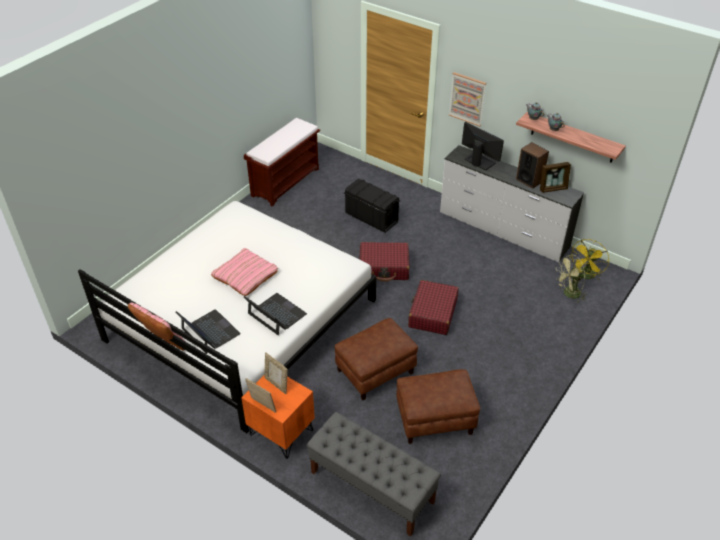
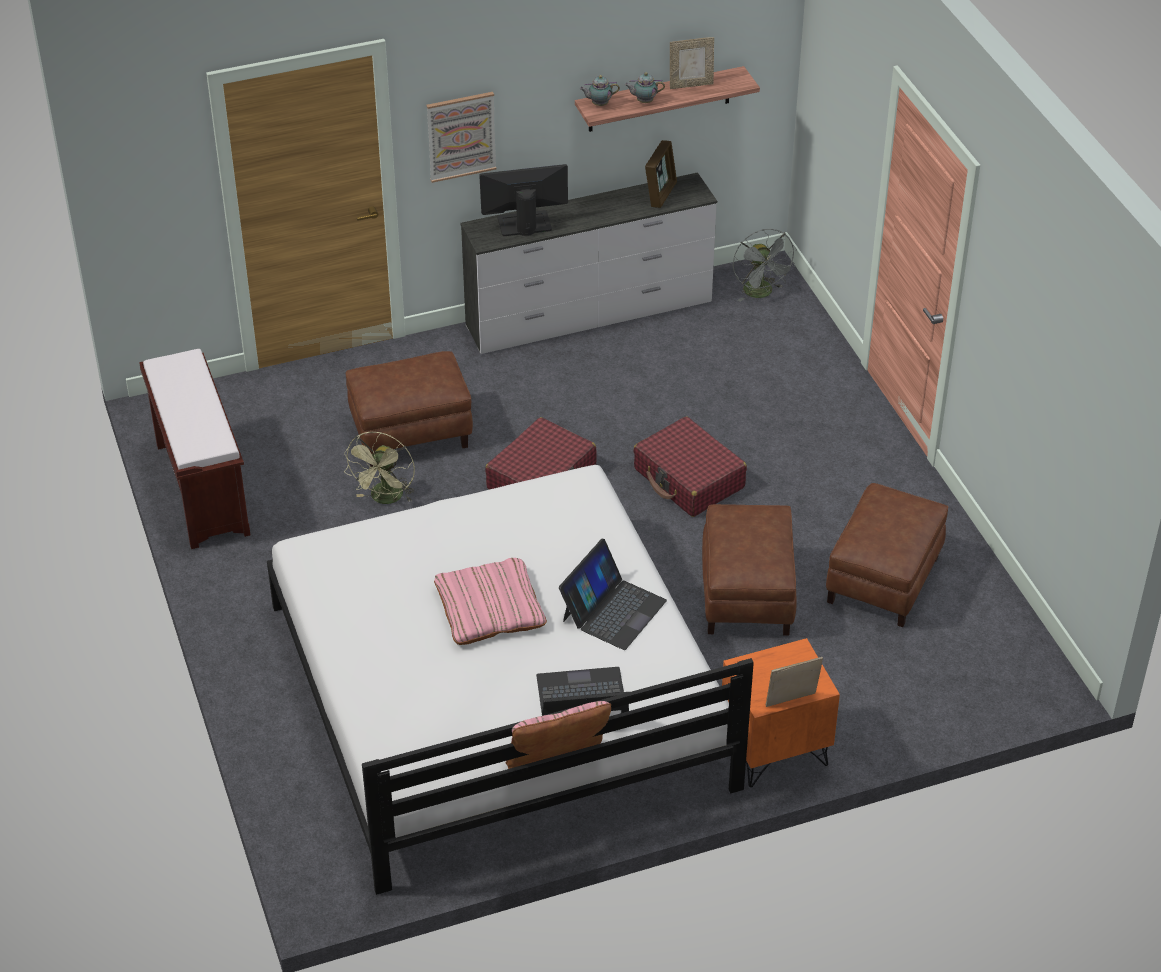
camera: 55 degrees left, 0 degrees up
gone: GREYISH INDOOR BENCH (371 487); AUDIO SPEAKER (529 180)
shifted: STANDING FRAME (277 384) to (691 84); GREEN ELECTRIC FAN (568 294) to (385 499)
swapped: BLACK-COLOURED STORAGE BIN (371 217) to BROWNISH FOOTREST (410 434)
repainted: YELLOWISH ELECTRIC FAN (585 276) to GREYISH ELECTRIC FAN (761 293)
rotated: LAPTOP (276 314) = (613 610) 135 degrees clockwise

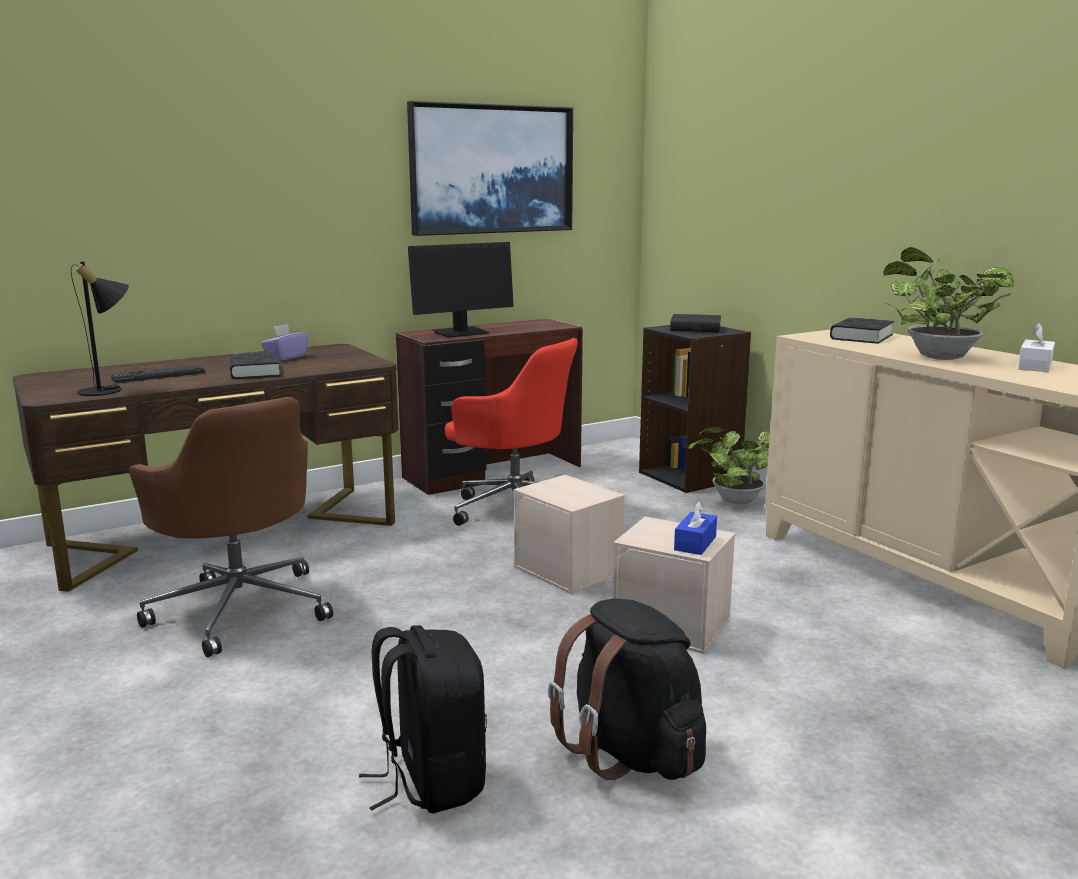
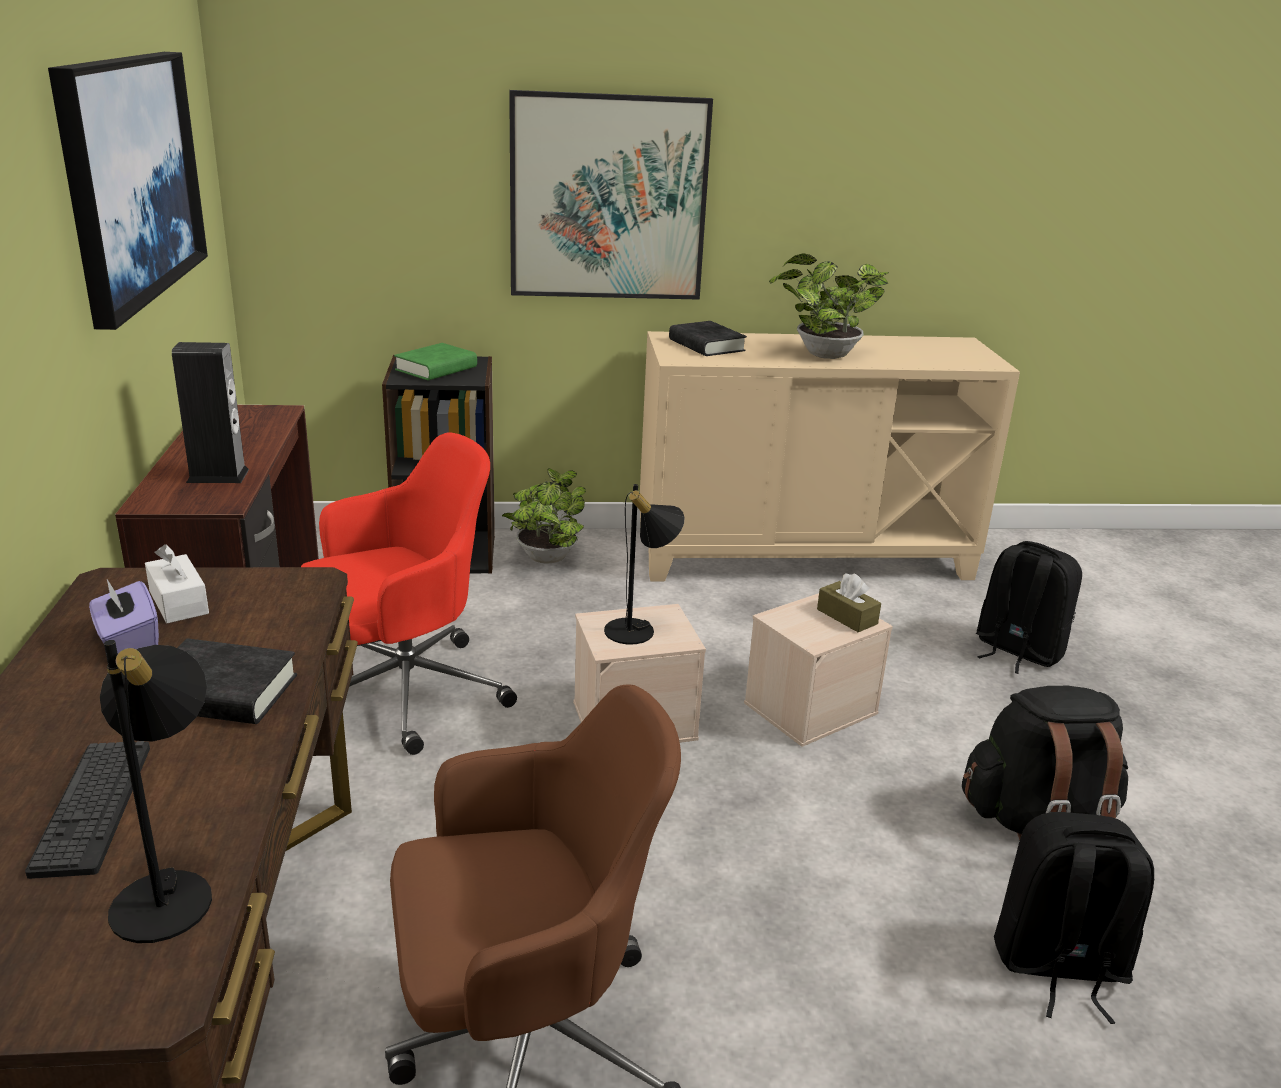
camera: 65 degrees left, 10 degrees up
new: WALL ART (608 198); BLACK-COLOURED TABLE LAMP (639 630); BLACK-COLOURED KNAPSACK (1016 650)
shifted: WHITE-COLOURED TISSUE HOLDER (1035 366) to (178 602)
swapped: COMPUTER DISPLAY (461 333) to AUDIO SPEAKER (218 476)
repainted: BLACK-COLOURED VOLUME (695 329) to GREEN VOLUME (436 369); BLUISH TISSUE HOLDER (695 543) to BROWNISH TISSUE HOLDER (847 616)

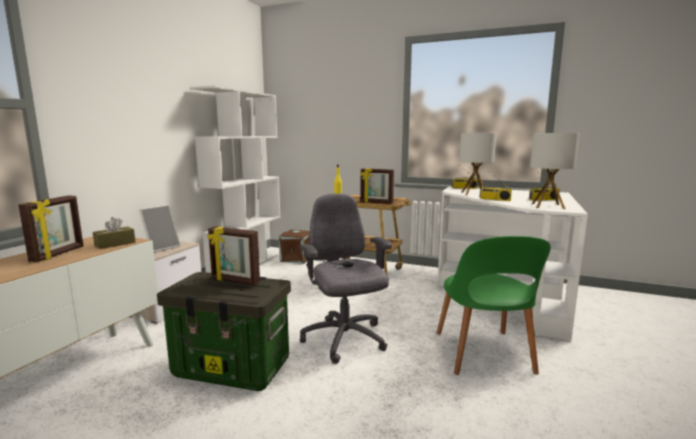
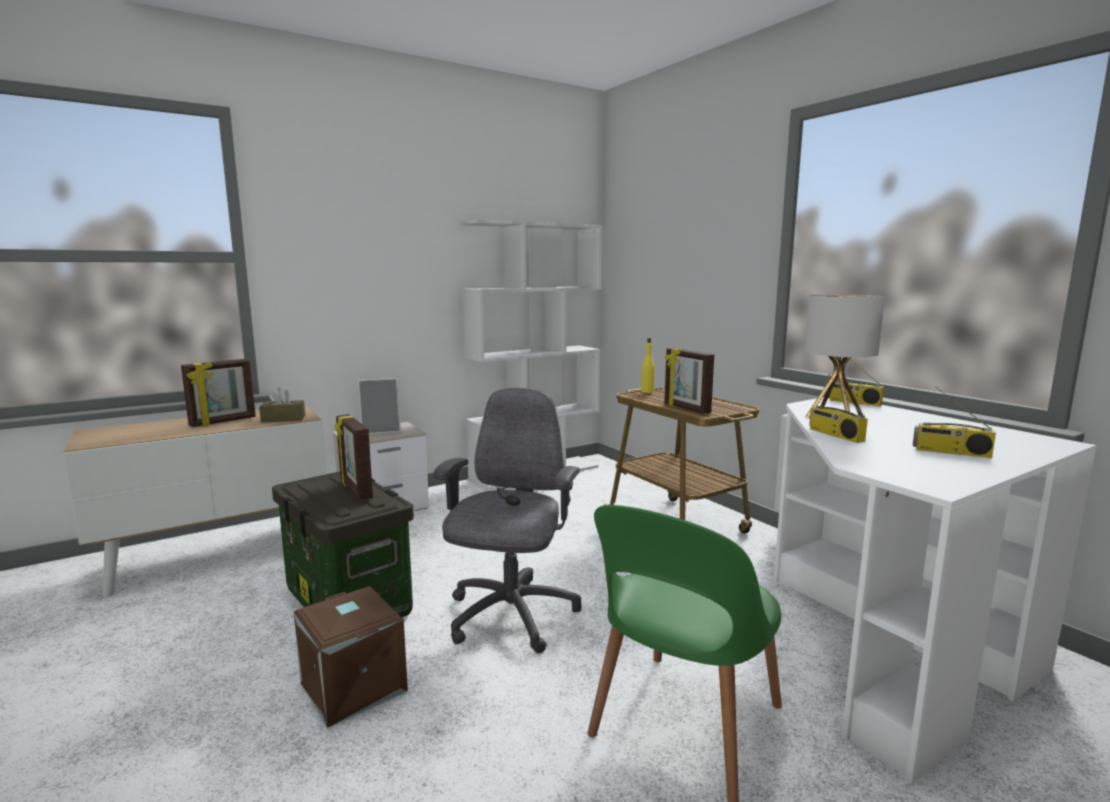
camera: 35 degrees right, 0 degrees up
gone: TABLE LAMP (547 206)
shifted: BROWNISH STORAGE BIN (296 259) to (351 687)

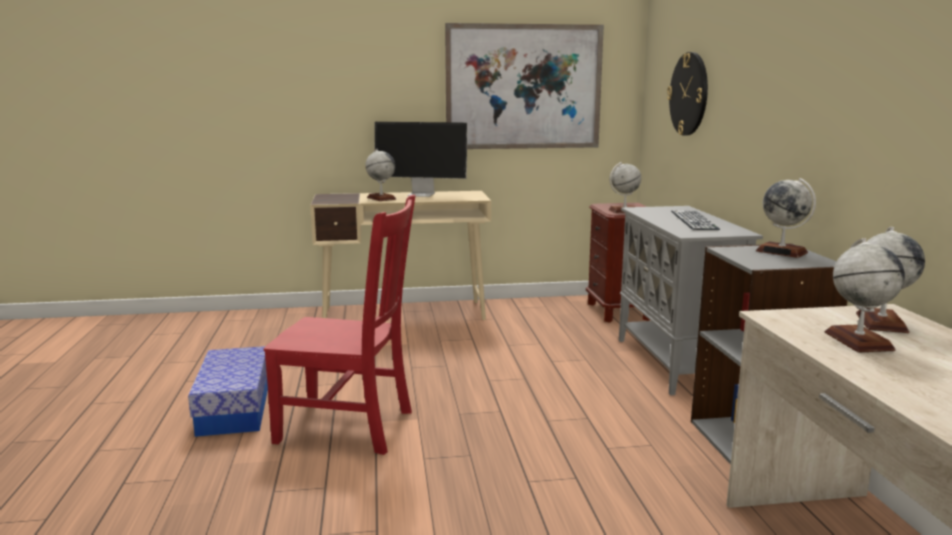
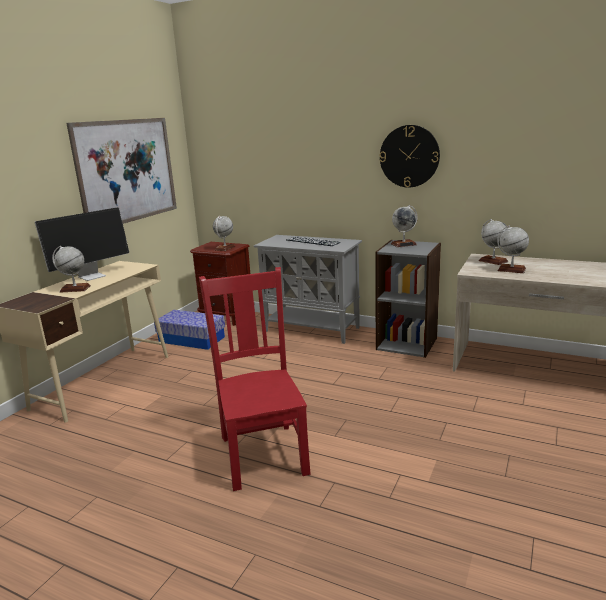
camera: 55 degrees left, 5 degrees up
shifted: STORAGE BIN (234 408) to (192 339); HANGING CLOCK (689 94) to (409 156)
rotated: REDDISH UPRIGHT CHAIR (350 427) = (263 452) 60 degrees counterclockwise

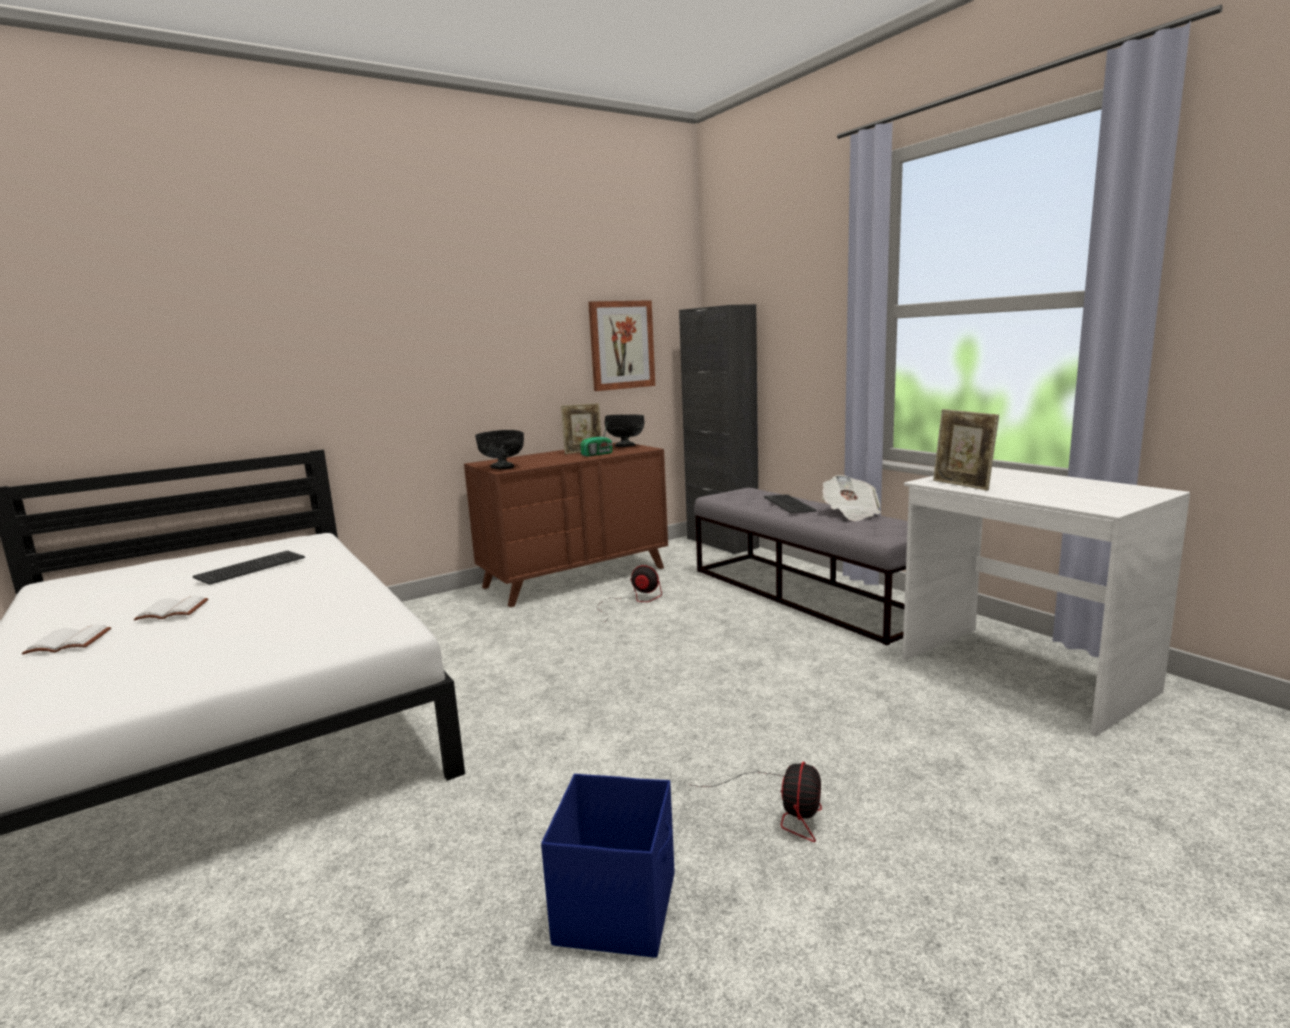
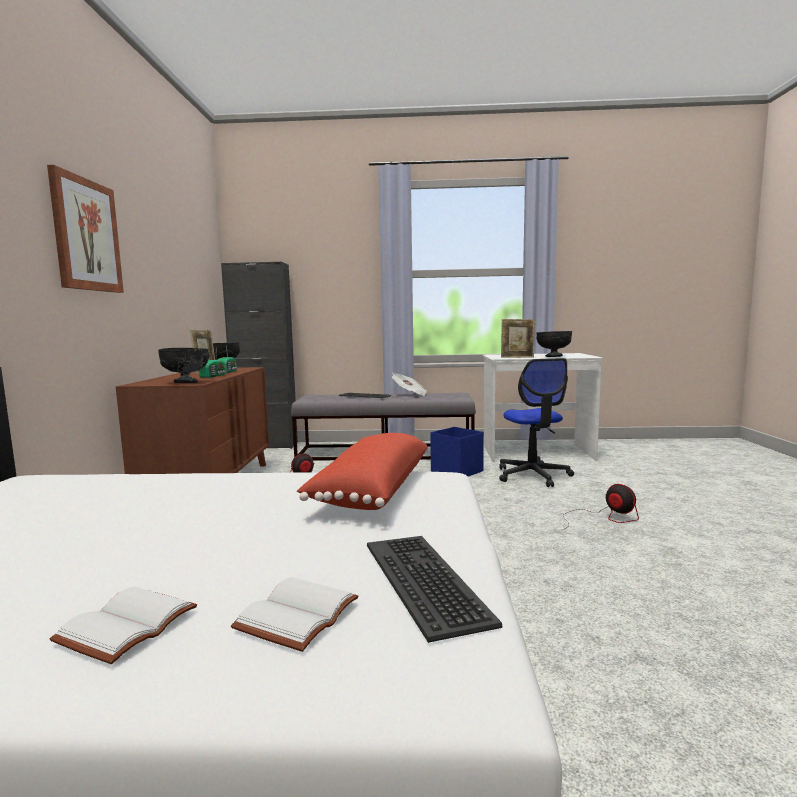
camera: 55 degrees left, 5 degrees down
new: RADIO RECEIVER (214 376); REDDISH PILLOW (370 490); DESK CHAIR (533 475); BLACK-COLOURED BOWL (553 356)
shifted: WHITE-COLOURED VOLUME (171 612) to (299 616); COMPUTER KEYBOARD (251 568) to (426 581); BLUISH STORAGE BIN (617 907) to (456 471); WALL ART (621 345) to (86 235)

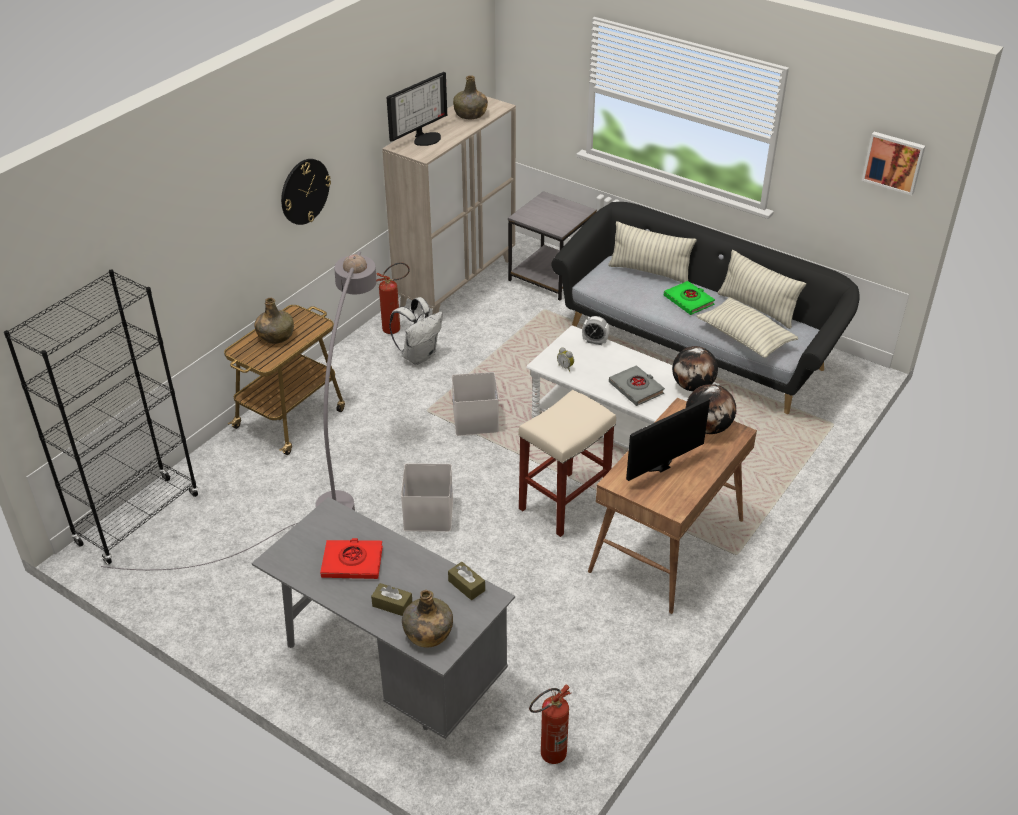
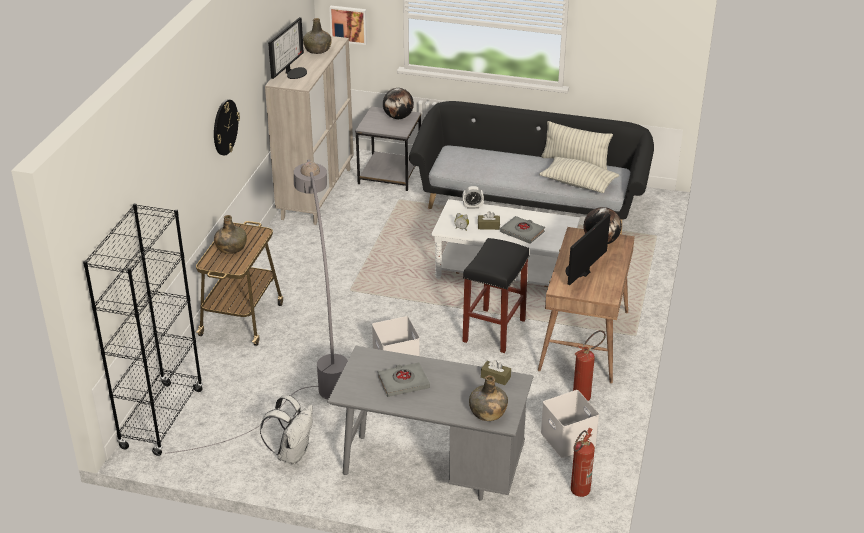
camera: 20 degrees left, 5 degrees down
gone: PILLOW (649 272); GREEN VOLUME (689 301)
shifted: BROWNISH TISSUE HOLDER (392 604) to (488 226); FIRE EXTINGUISHER (396 329) to (585 395); WHITE-COLOURED KNAPSACK (419 355) to (292 453); WHITE-COLOURED STORAGE BIN (474 419) to (566 438); GLOBE (693 387) to (398 117); WALL ART (894 162) to (349 24)
repainted: REDDISH VOLUME (352 562) to GREYISH VOLUME (403 382); SAND-COLOURED SITTING STOOL (564 502) to BLACK-COLOURED SITTING STOOL (494 330)

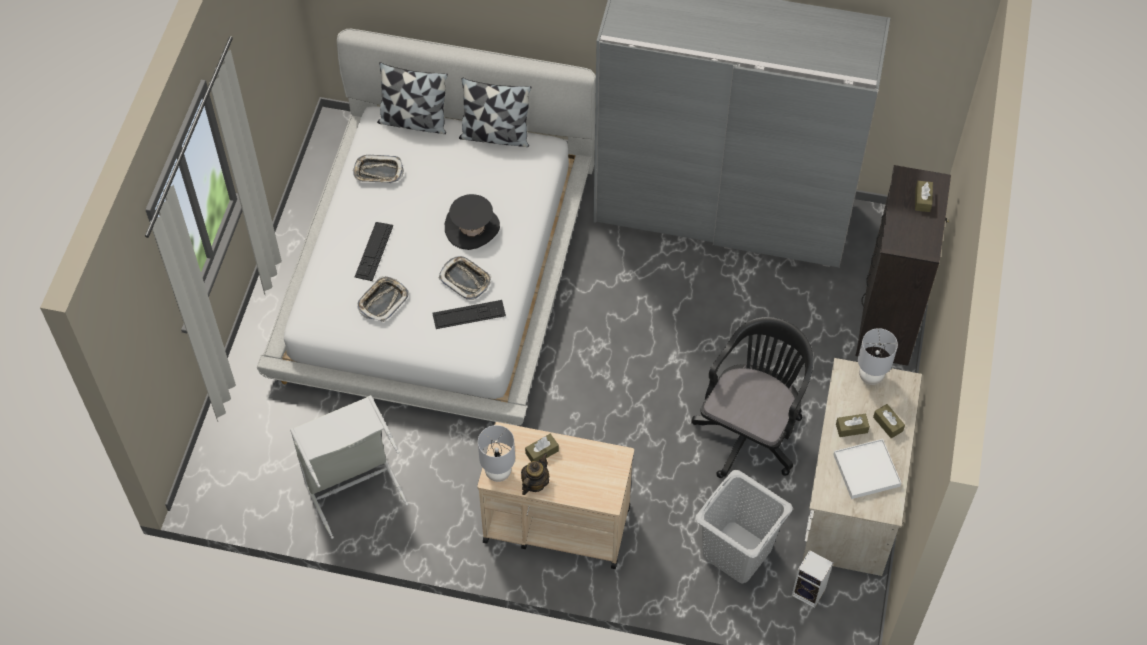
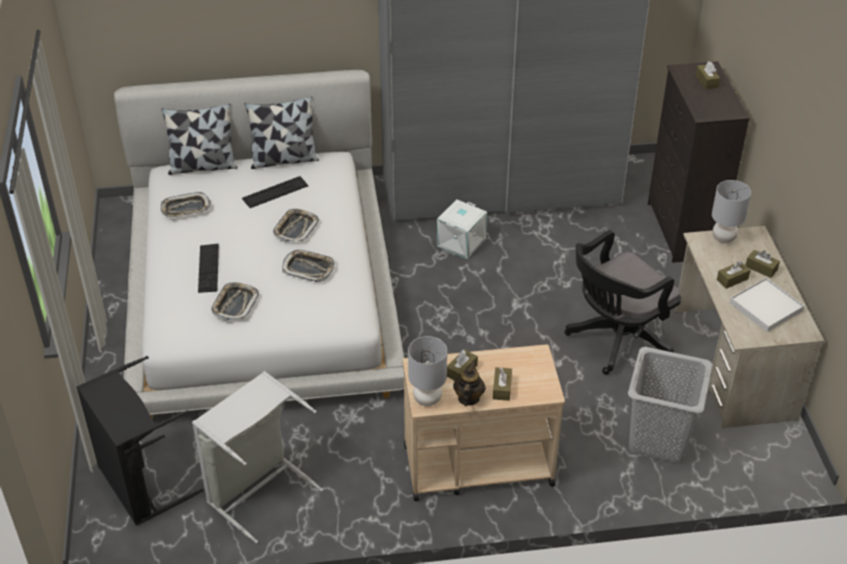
camera: 20 degrees left, 15 degrees down
gone: AUDIO SPEAKER (810 592)
new: BLACK-COLOURED HAMPER (139 485); WHITE-COLOURED STORAGE BIN (462 243); BROWNISH TISSUE HOLDER (502 388)
shifted: COMPUTER KEYBOARD (469 314) to (275 192)
swapped: BLACK-COLOURED CLOTHING HAT (472 228) to TRAY (295 229)
rotated: BLACK-COLOURED DESK CHAIR (751 430) = (616 340) 135 degrees counterclockwise

